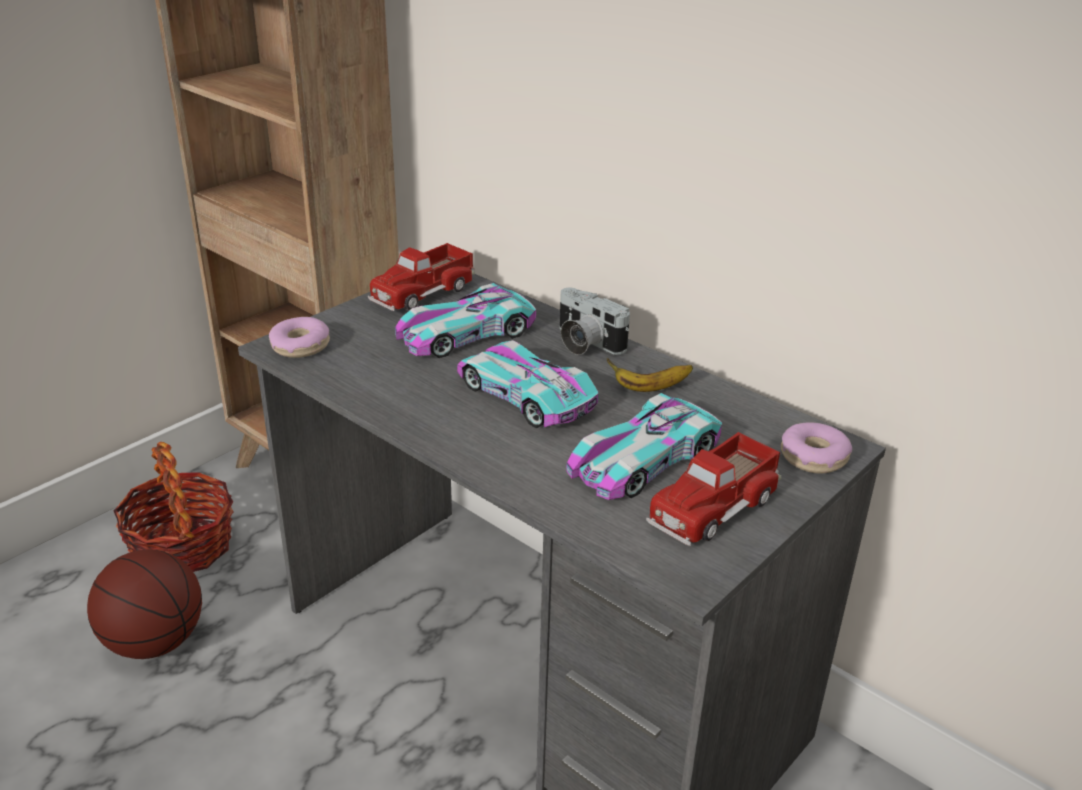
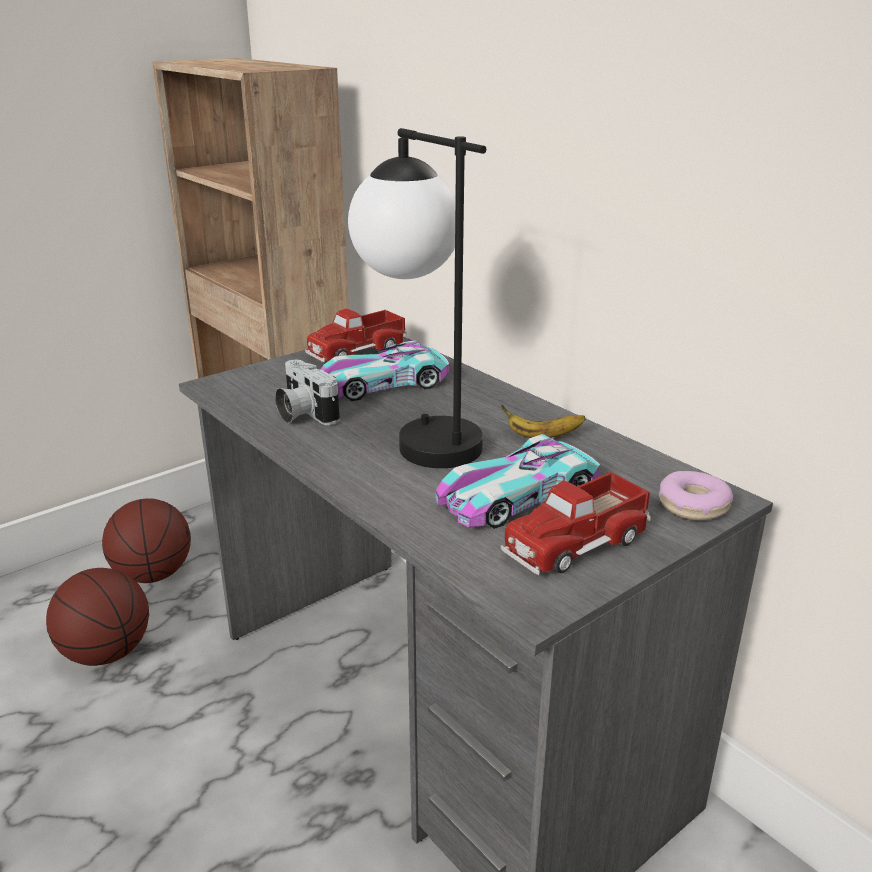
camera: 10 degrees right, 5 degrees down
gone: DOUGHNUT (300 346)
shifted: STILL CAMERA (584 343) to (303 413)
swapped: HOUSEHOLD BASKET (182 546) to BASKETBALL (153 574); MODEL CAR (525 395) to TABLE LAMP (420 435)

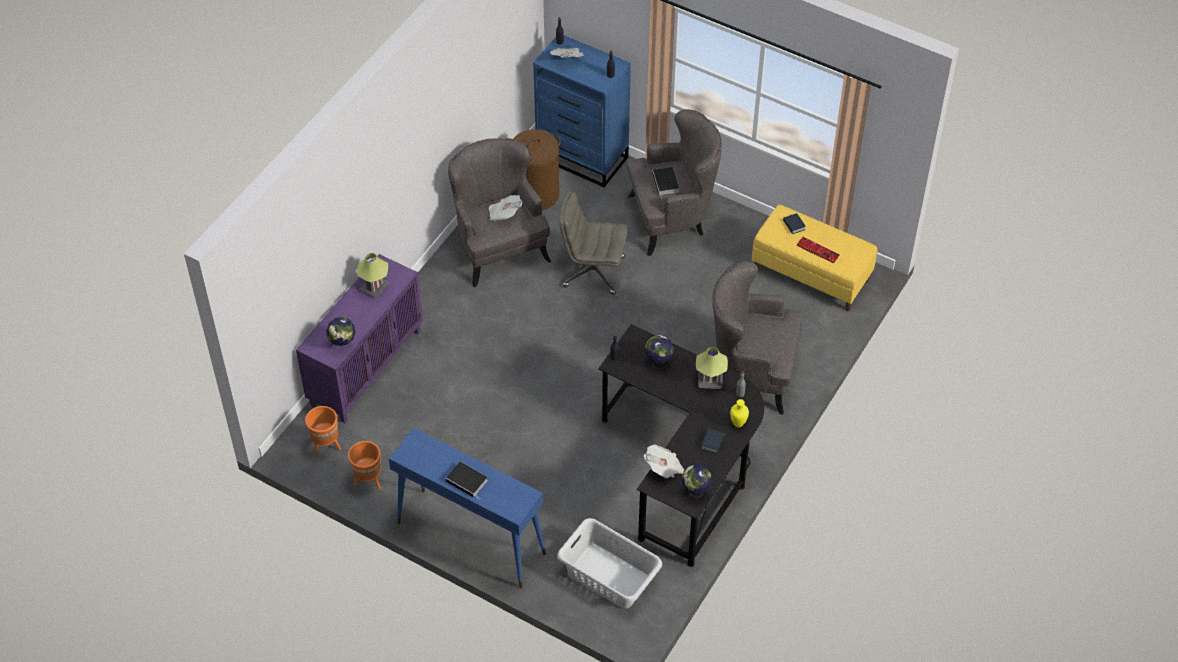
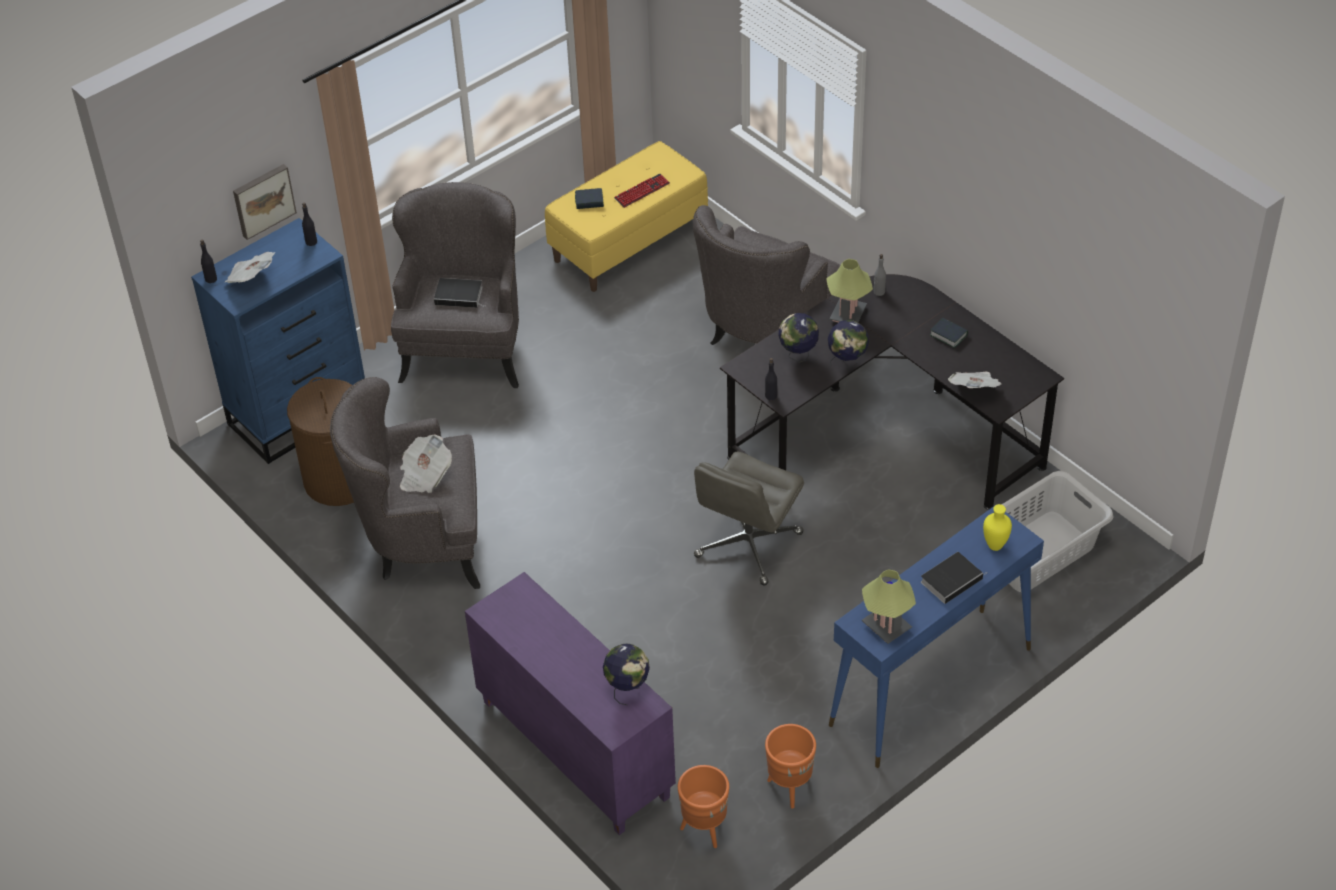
camera: 70 degrees left, 5 degrees down
new: WALL ART (263 200)
shifted: TABLE LAMP (375 288) to (886 626); GREYISH DESK CHAIR (593 271) to (748 546); GLOBE (695 492) to (847 362); YELLOWISH FLOWER VASE (737 424) to (994 546)

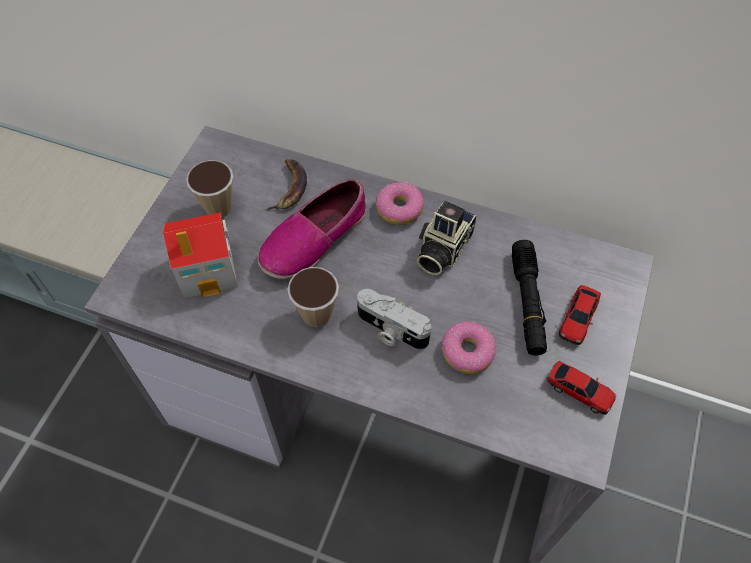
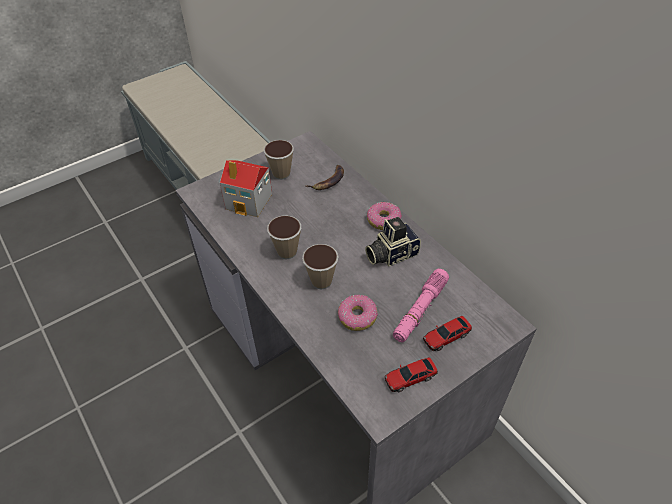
camera: 35 degrees right, 10 degrees down
gone: LOW SHOE (314 238)
swapped: STILL CAMERA (390 330) to DRINKING CUP (321 281)
repainted: BLACK-COLOURED TORCH (527 302) to PINK TORCH (420 310)
rotated: MODEL CAR (579 390) = (410 377) 90 degrees clockwise

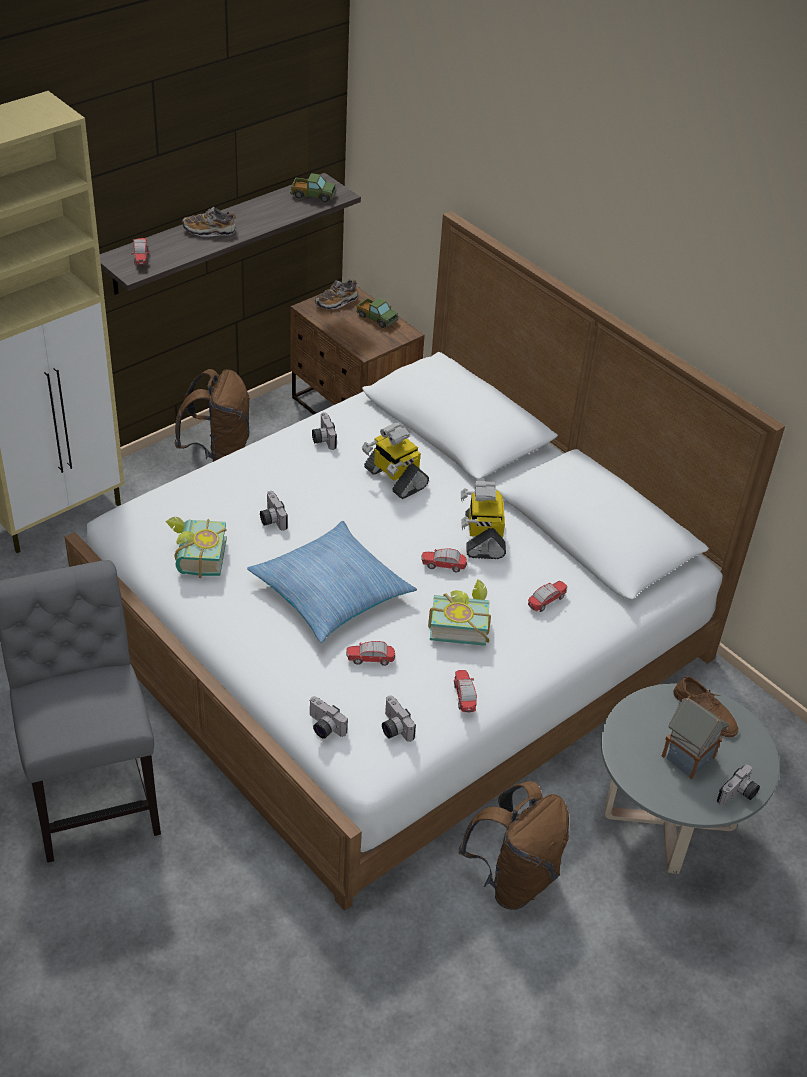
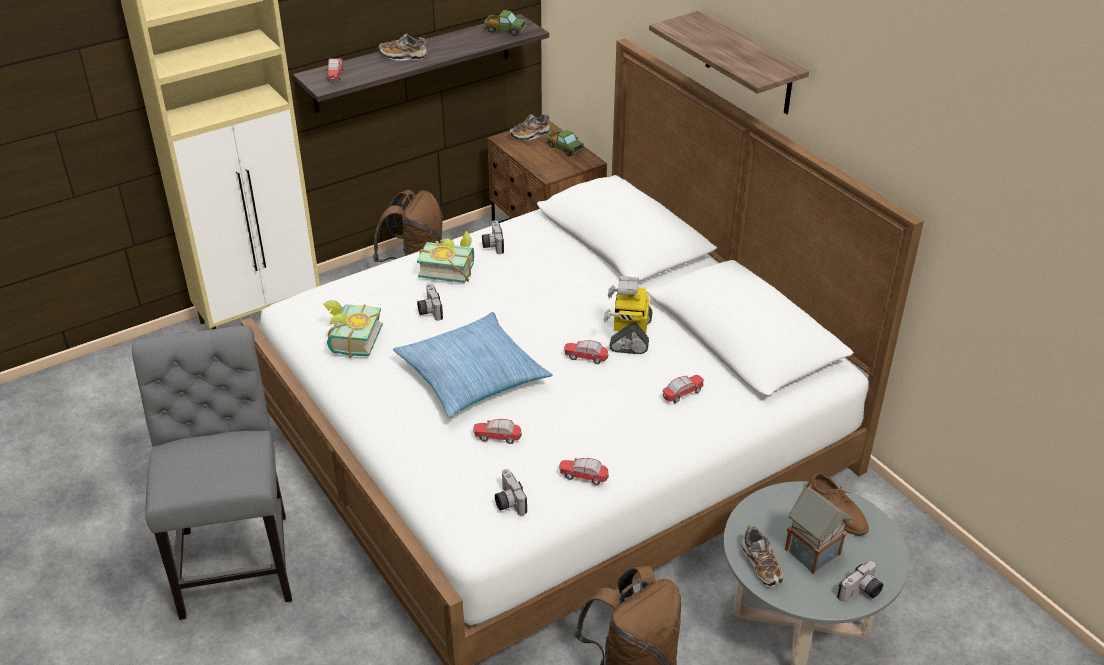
camera: 10 degrees right, 5 degrees down
gone: STILL CAMERA (323 727); MODEL ROBOT (394 478)
new: SHELF (748 64); LOW SHOE (761 565)
shifted: VOLUME (459 624) to (448 268)
rotated: MODEL CAR (464 697) = (584 477) 75 degrees counterclockwise

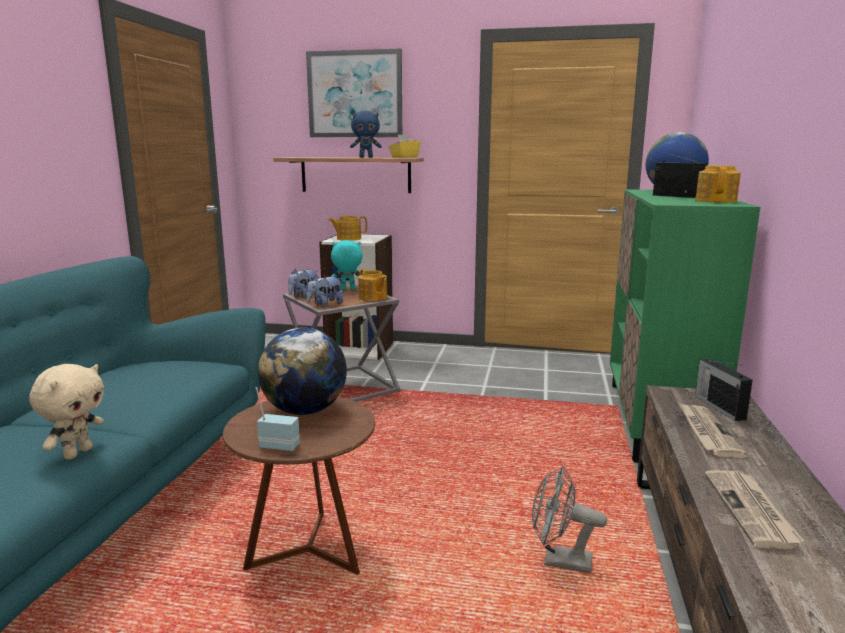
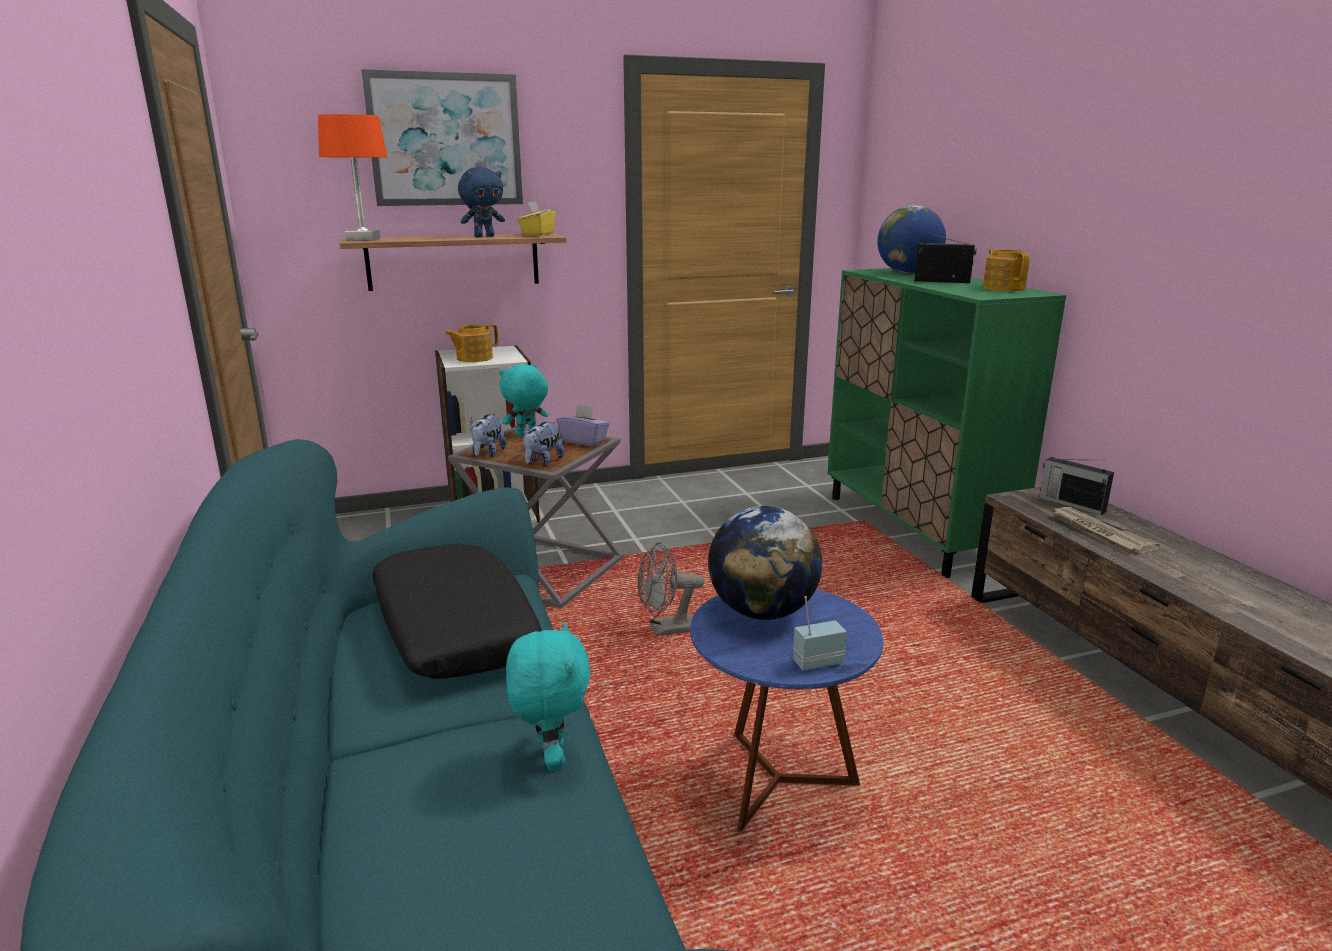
camera: 30 degrees left, 5 degrees up
gone: PRINTED PAPER (751 511)
new: ORANGEY TABLE LAMP (363 239); BLACK-COLOURED PILLOW (453 629)
shifted: GREYISH ELECTRIC FAN (559 561) to (666 630)
swapped: TEA POT (373 297) to PURPLISH TISSUE HOLDER (584 441)
repainted: SAND-COLOURED SOFT TOY (77 453) to TURQUOISE-COLOURED SOFT TOY (551 757); BROWNISH ACCENT TABLE (307 551) to BLUISH ACCENT TABLE (776 783)

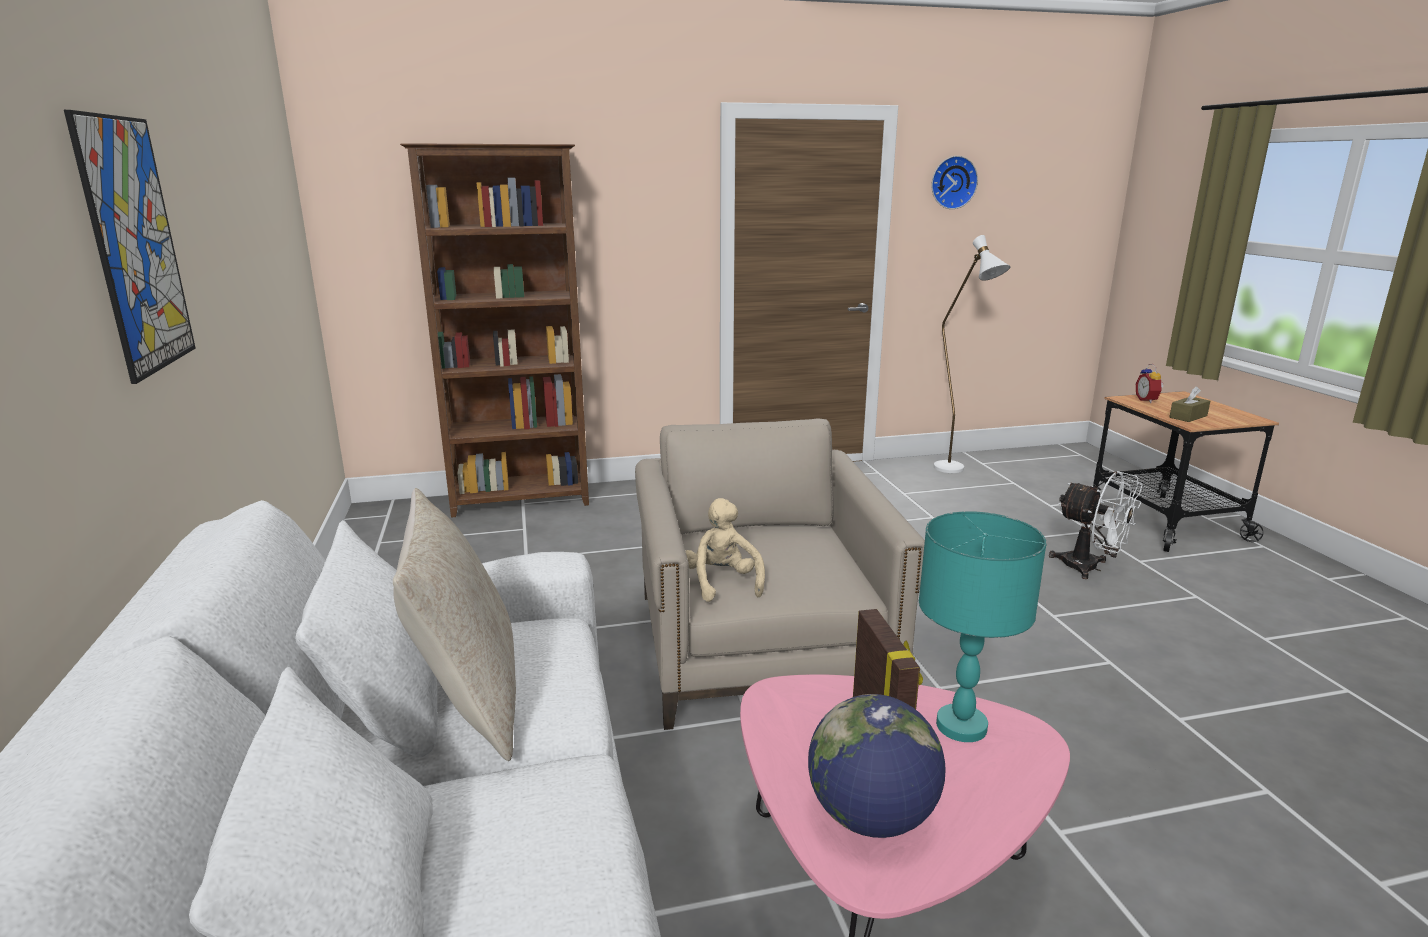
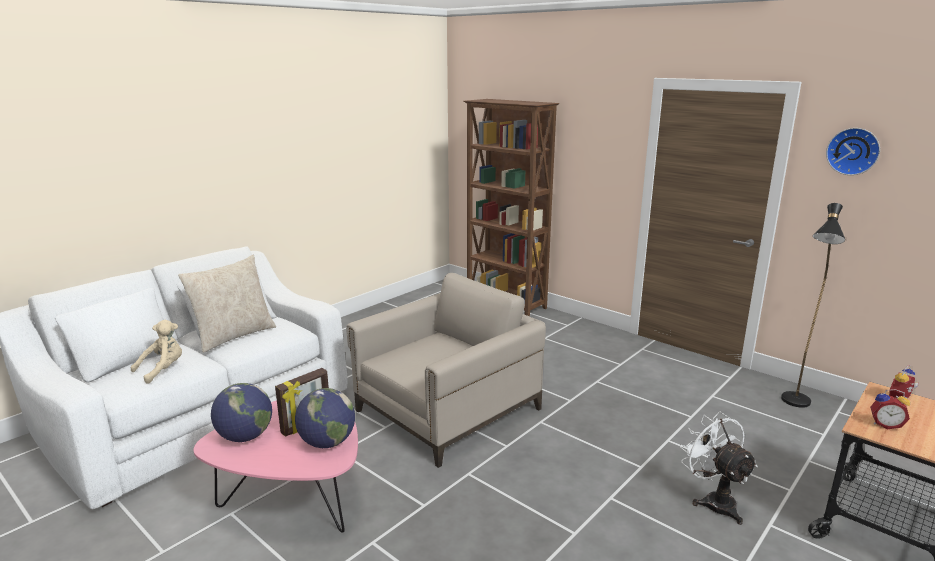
camera: 55 degrees right, 0 degrees up
gone: WALL ART (136 246)
shifted: SAND-COLOURED SOFT TOY (722 583) to (163 369)
swapped: TURQUOISE-COLOURED TABLE LAMP (961 725) to GLOBE (327 443); BROWNISH TISSUE HOLDER (1188 416) to ALARM CLOCK (885 424)
repainted: WHITE-COLOURED STANDARD LAMP (956 471) to BLACK-COLOURED STANDARD LAMP (795 405)
rotated: WHITE-COLOURED ELECTRIC FAN (1089 568) = (714 501) 150 degrees clockwise

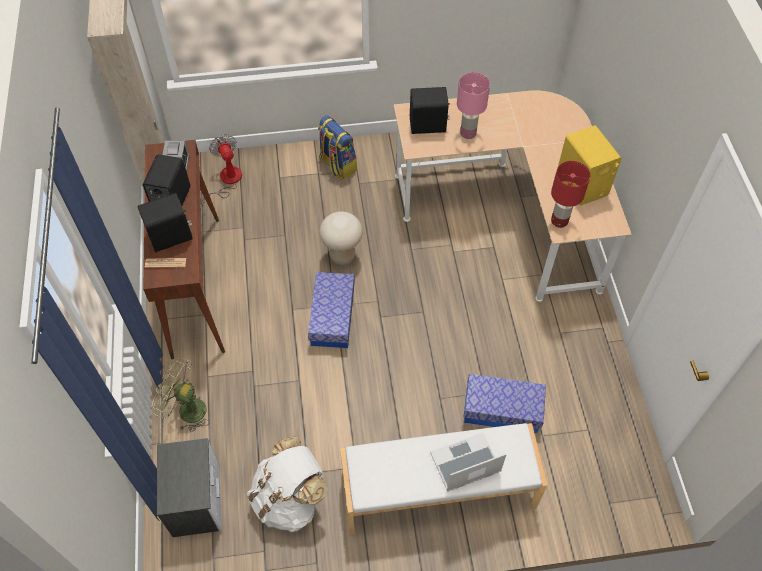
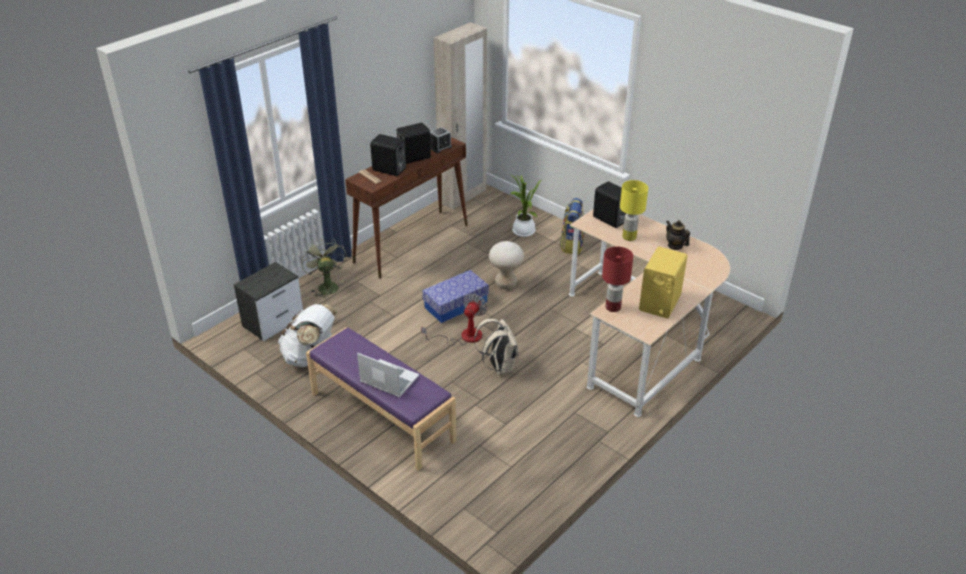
camera: 50 degrees right, 20 degrees down
gone: STORAGE BIN (502 410)
new: SAND-COLOURED KNAPSACK (499 367); PLANT IN A POT (523 232); TEA POT (675 246)
shifted: ELECTRIC FAN (226 181) to (463 337)
repainted: WHITE-COLOURED INDOOR BENCH (438 492) to PURPLISH INDOOR BENCH (381 417); PINK TABLE LAMP (468 133) to YELLOWISH TABLE LAMP (629 237)

